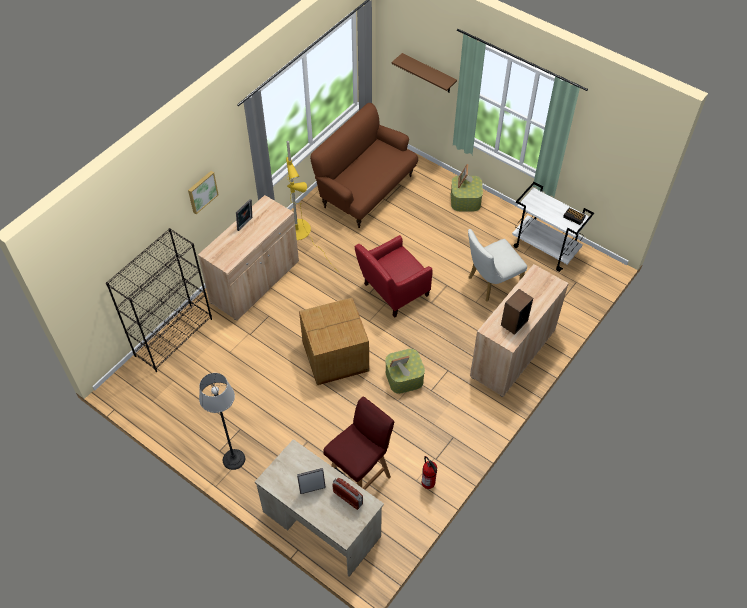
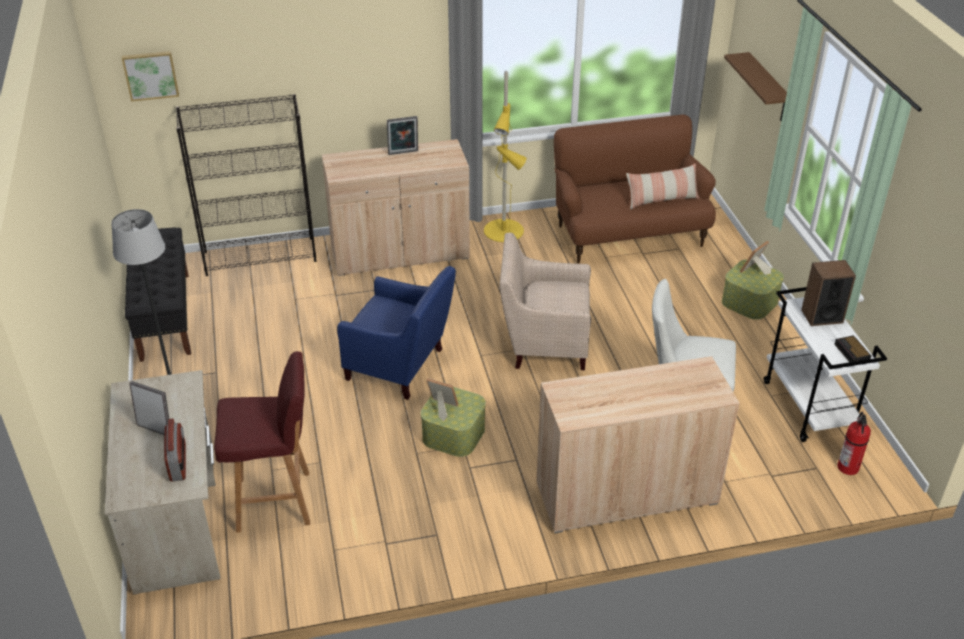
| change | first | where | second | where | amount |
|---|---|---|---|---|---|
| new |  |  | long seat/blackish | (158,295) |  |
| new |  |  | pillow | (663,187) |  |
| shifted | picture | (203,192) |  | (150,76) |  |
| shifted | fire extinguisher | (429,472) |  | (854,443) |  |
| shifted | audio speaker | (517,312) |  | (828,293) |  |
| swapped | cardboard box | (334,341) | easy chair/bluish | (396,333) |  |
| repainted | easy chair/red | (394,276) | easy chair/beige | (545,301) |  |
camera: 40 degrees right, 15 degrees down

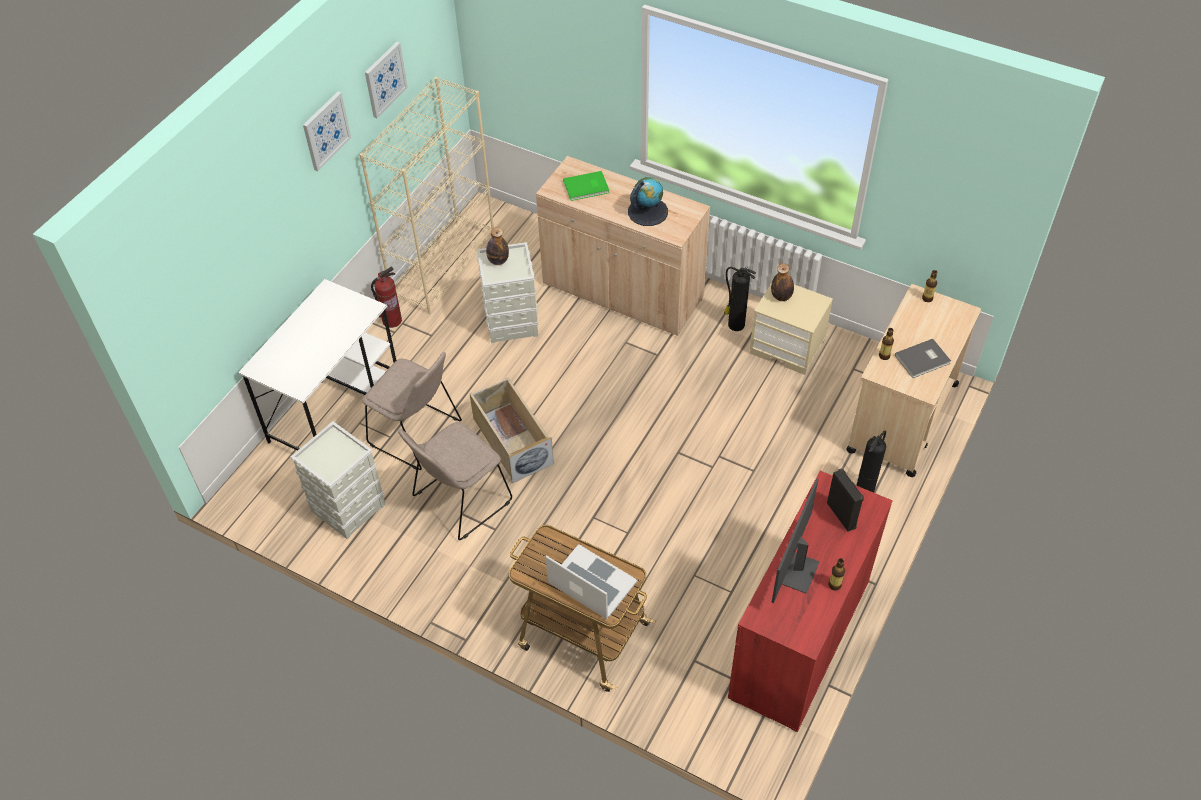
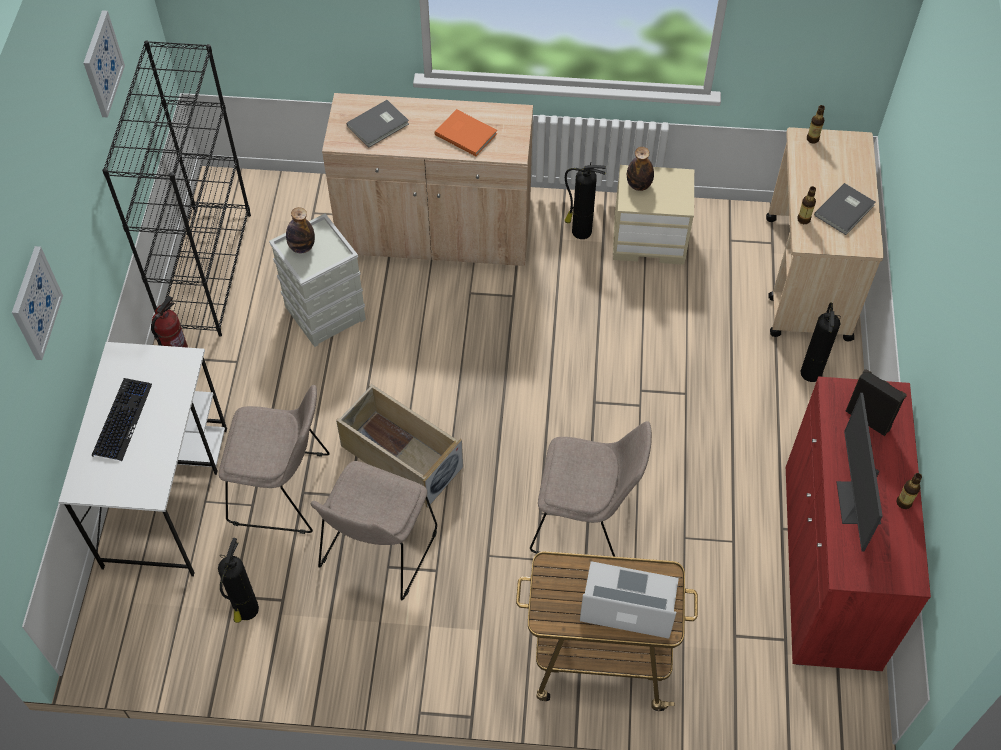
| change | first | where | second | where | amount |
|---|---|---|---|---|---|
| new |  |  | keyboard | (122,419) |  |
| new |  |  | chair/beige | (591,489) |  |
| shifted | picture | (327,131) |  | (37,303) |  |
| swapped | storage bin/greyish | (338,480) | fire extinguisher | (238,580) |  |
| swapped | world globe | (648,201) | bound book/orange | (466,132) |  |
| repainted | bookcase/beige | (426,195) | bookcase/blackish | (176,189) |  |
| repainted | bound book/green-coloured | (586,186) | bound book/greyish | (378,123) |  |
camera: 25 degrees left, 5 degrees up

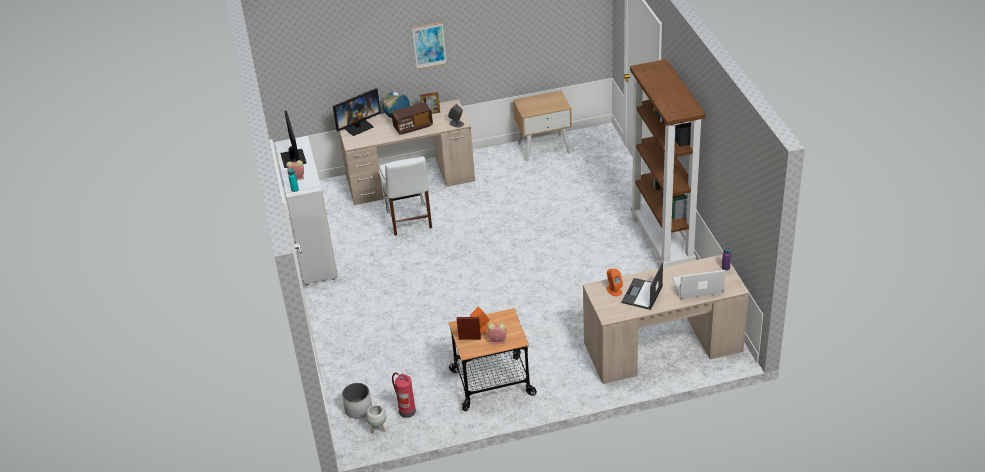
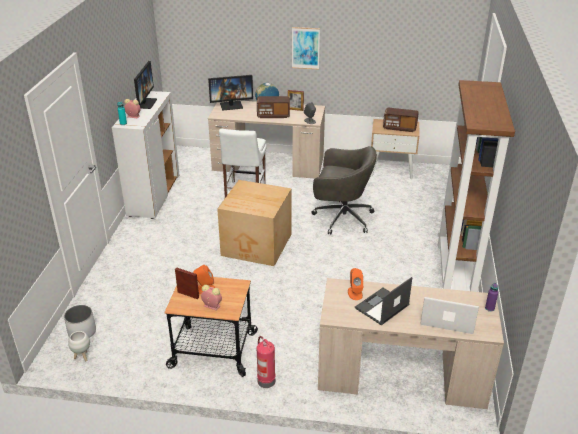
| change | first | where | second | where | amount |
|---|---|---|---|---|---|
| new |  |  | cardboard box | (254,223) |  |
| new |  |  | office chair/greyish | (344,190) |  |
| new |  |  | radio receiver | (401,120) |  |
| shifted | fire extinguisher | (404,395) |  | (266,362) |  |
camera: 20 degrees right, 5 degrees down

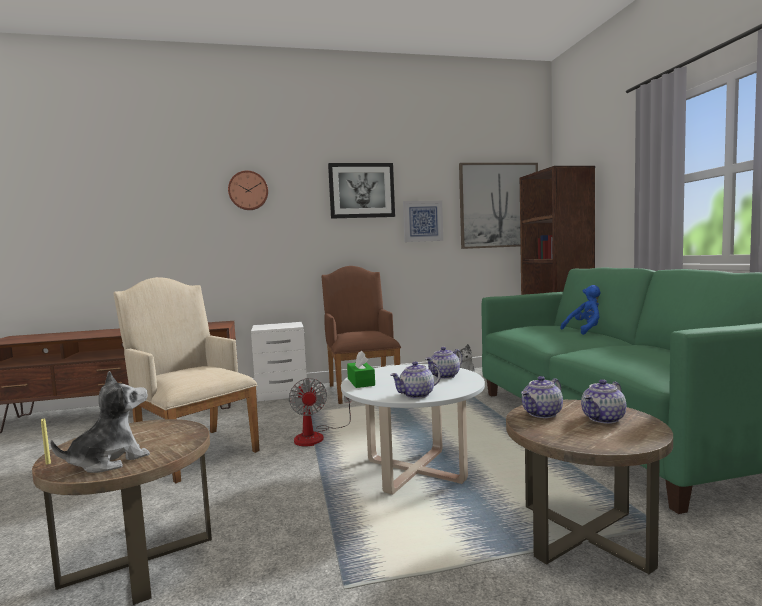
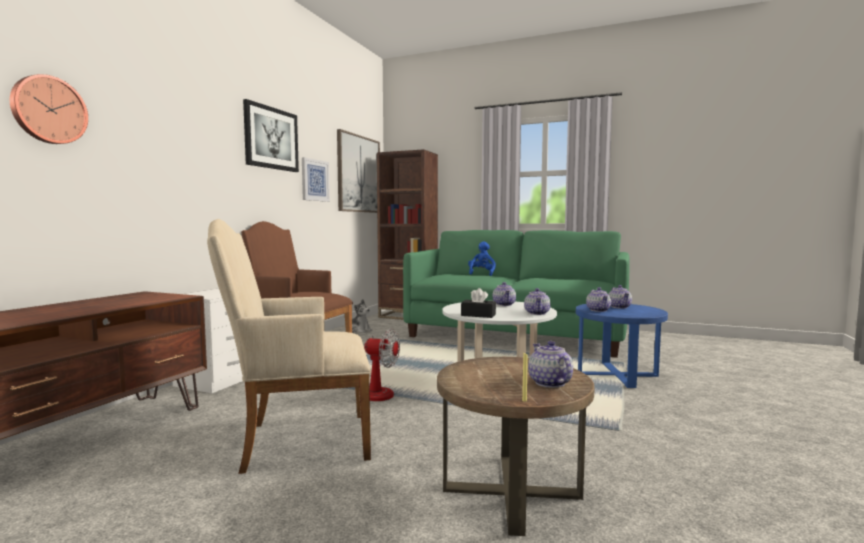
| change | first | where | second | where | amount |
|---|---|---|---|---|---|
| shifted | wall clock | (248,190) |  | (49,109) |  |
| swapped | soft toy | (100,422) | tea pot | (550,364) |  |
| repainted | box of tissues/green-coloured | (361,369) | box of tissues/blackish | (478,303) |  |
| repainted | side table/brownish | (589,487) | side table/bluish | (622,346) |  |
camera: 55 degrees left, 0 degrees up

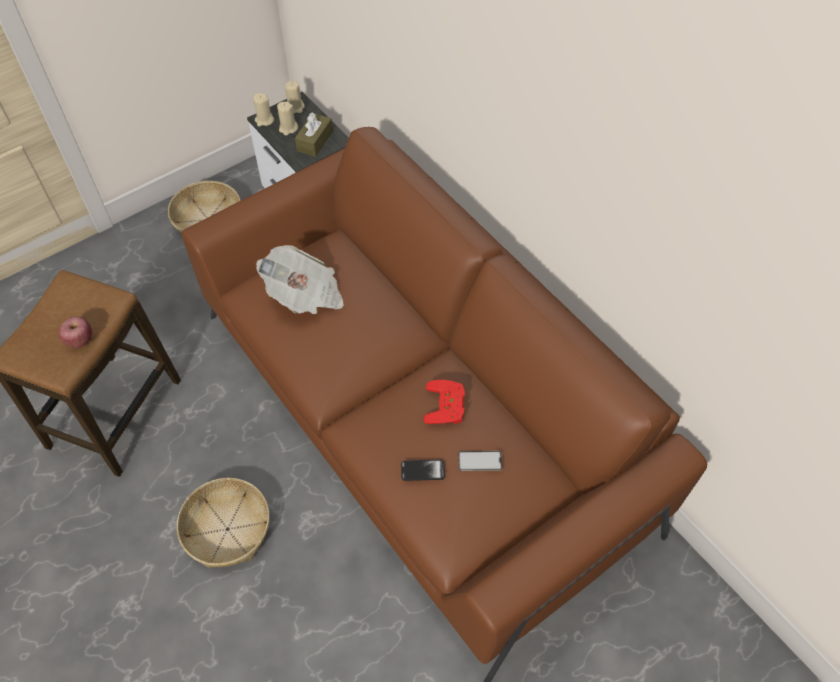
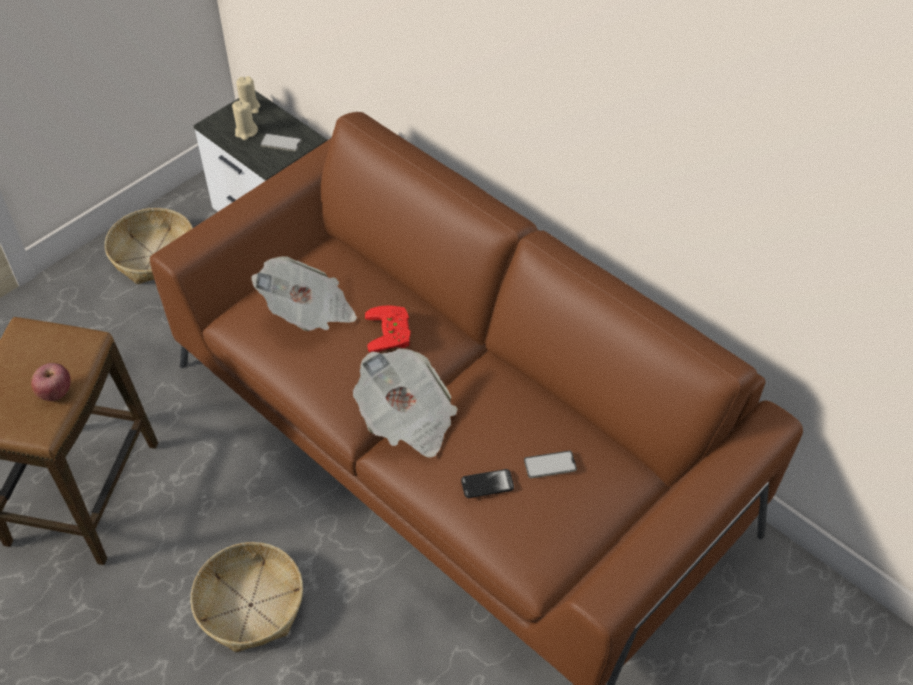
| change | first | where | second | where | amount |
|---|---|---|---|---|---|
| gone | candle/beige | (263,109) |  |  |  |
| new |  |  | daily paper | (405,403) |  |
| shifted | game controller/red | (444,402) |  | (387,329) |  |
| swapped | box of tissues/brownish | (314,134) | phone | (281,142) |  |
camera: 10 degrees left, 5 degrees down

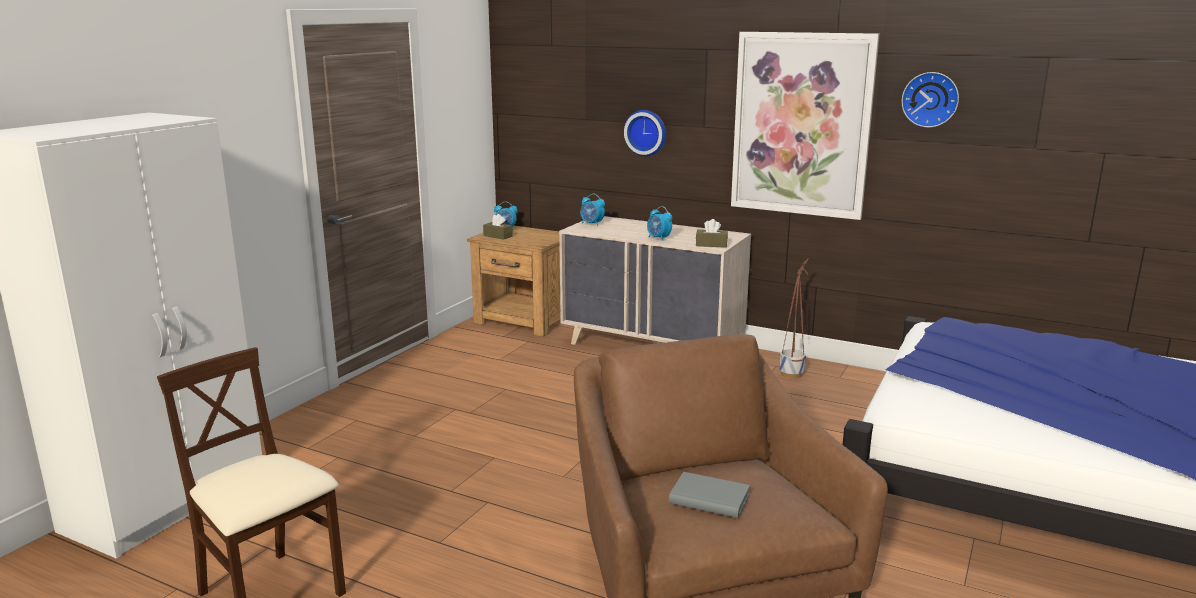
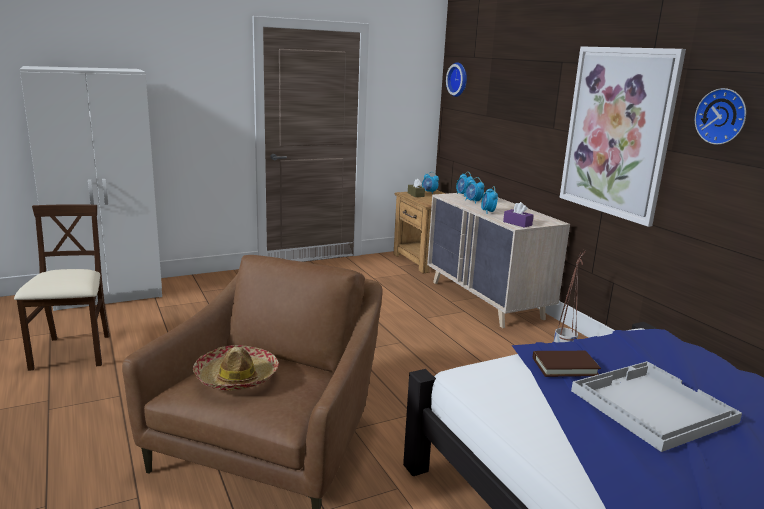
| change | first | where | second | where | amount |
|---|---|---|---|---|---|
| new |  |  | table clock | (474,190) |  |
| new |  |  | bound book/brownish | (567,364) |  |
| new |  |  | tray/whitish | (656,406) |  |
| shifted | wall clock | (645,133) |  | (456,79) |  |
| swapped | bound book/greyish | (709,495) | wearable hat | (236,368) |  |
| repainted | box of tissues/brownish | (712,233) | box of tissues/purple-coloured | (518,215) |  |
camera: 35 degrees right, 0 degrees up

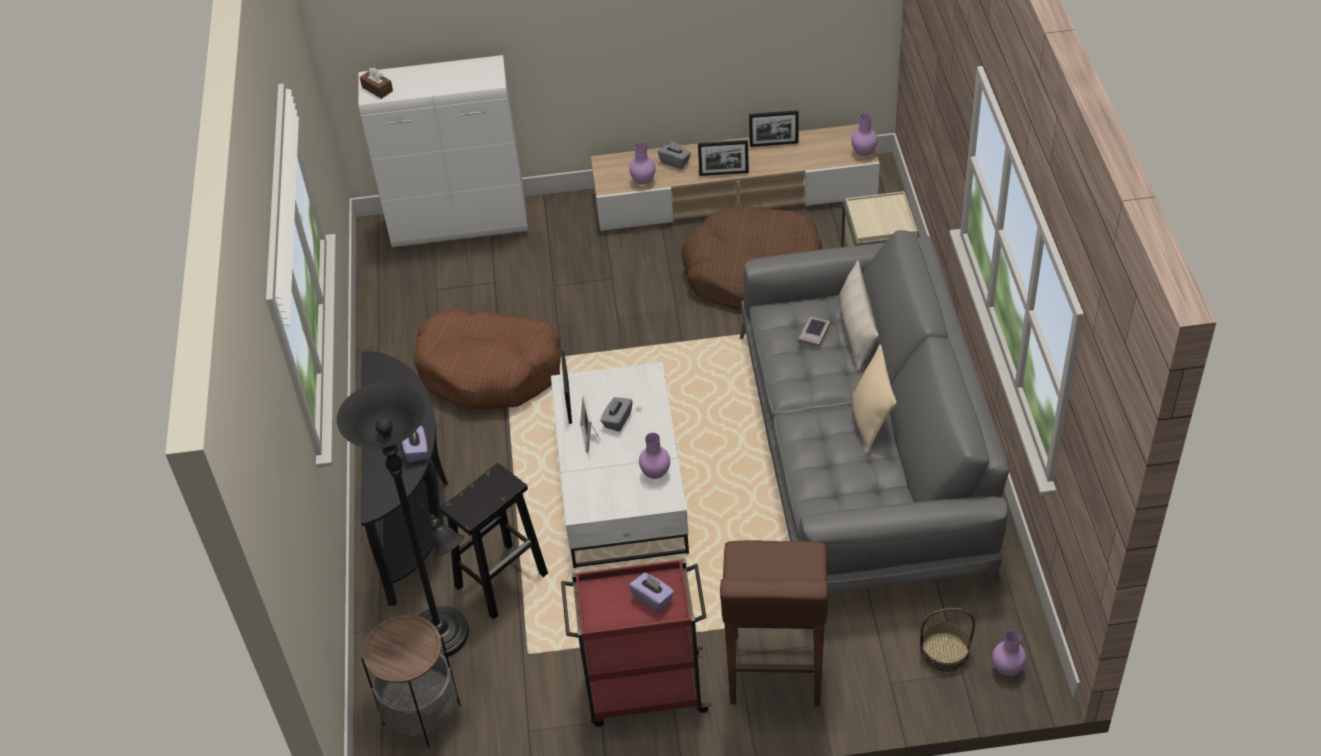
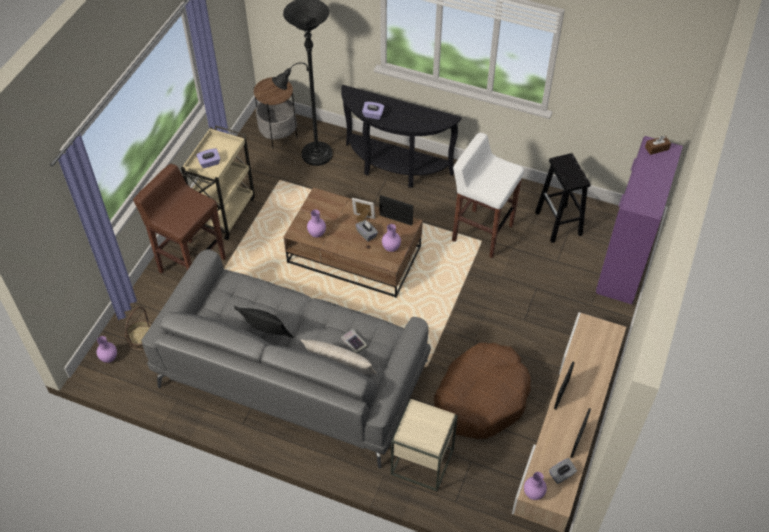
| change | first | where | second | where | amount |
|---|---|---|---|---|---|
| shifted | stool seat/blackish | (494,541) |  | (563,198) |  |
| shifted | flower vase/purple-coloured | (642,163) |  | (391,238) |  |
| shifted | box of tissues/greyish | (674,155) |  | (563,471) |  |
| swapped | dog cushion/brownish | (487,358) | stool seat/whitish | (488,195) |  |
| repainted | cabinet/whitish | (443,151) | cabinet/purple-coloured | (639,220) |  |
| repainted | lounge table/whitish | (620,465) | lounge table/brownish | (353,242) |  |
| repainted | wheeled cart/red | (636,643) | wheeled cart/beige | (218,183) |  |
| repainted | pillow/beige | (874,399) | pillow/blackish | (264,322) |  |
camera: 115 degrees right, 5 degrees up

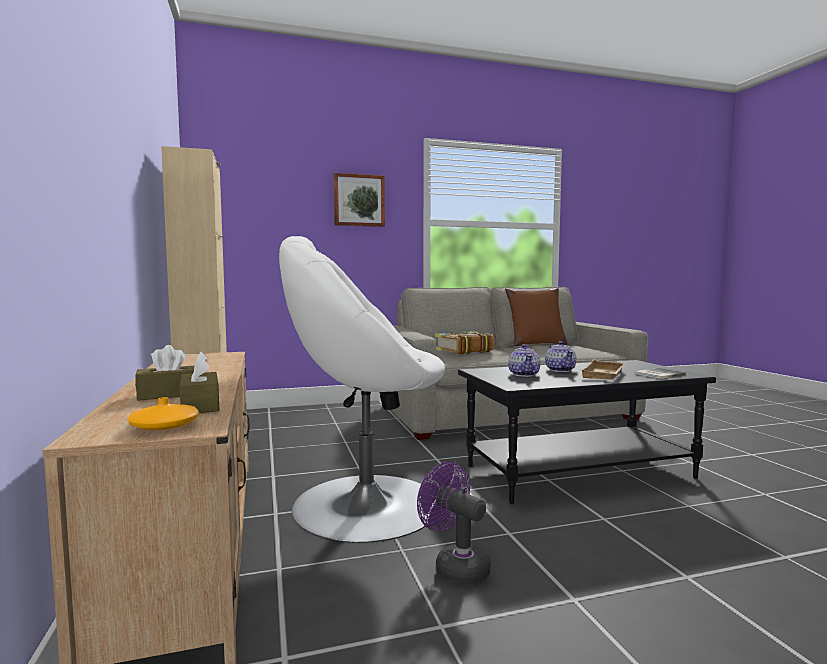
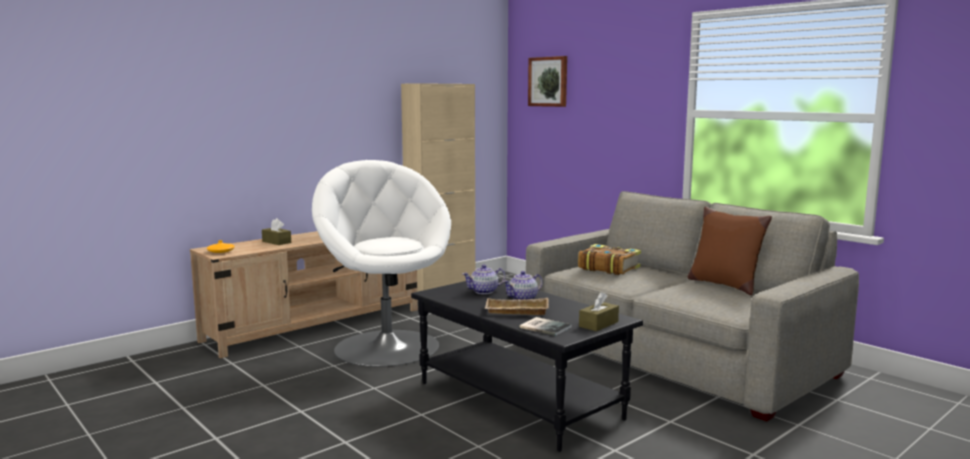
| change | first | where | second | where | amount |
|---|---|---|---|---|---|
| gone | fan/purple-coloured | (453,523) |  |  |  |
| shifted | box of tissues/brownish | (199,382) |  | (599,311) |  |
| shifted | picture | (359,200) |  | (547,81) |  |
camera: 65 degrees right, 5 degrees up

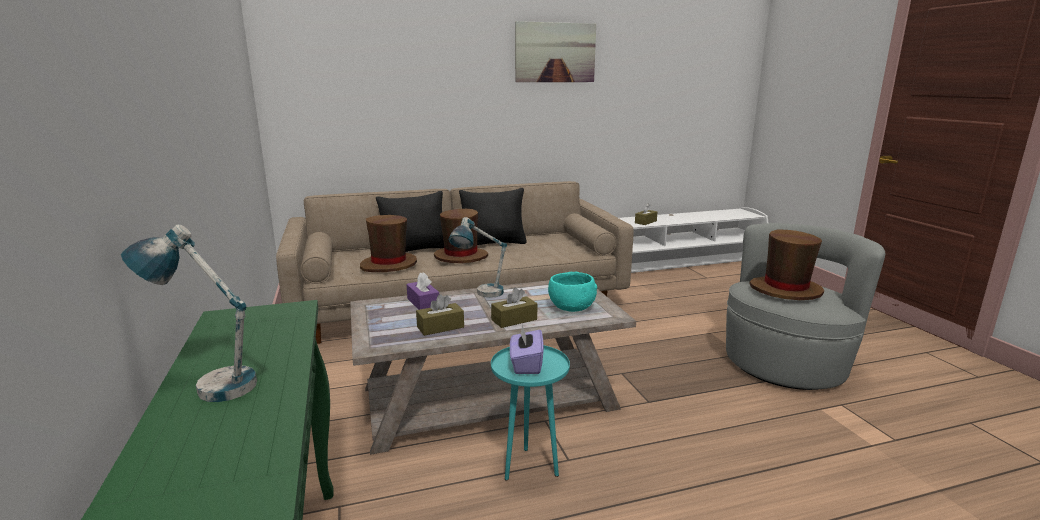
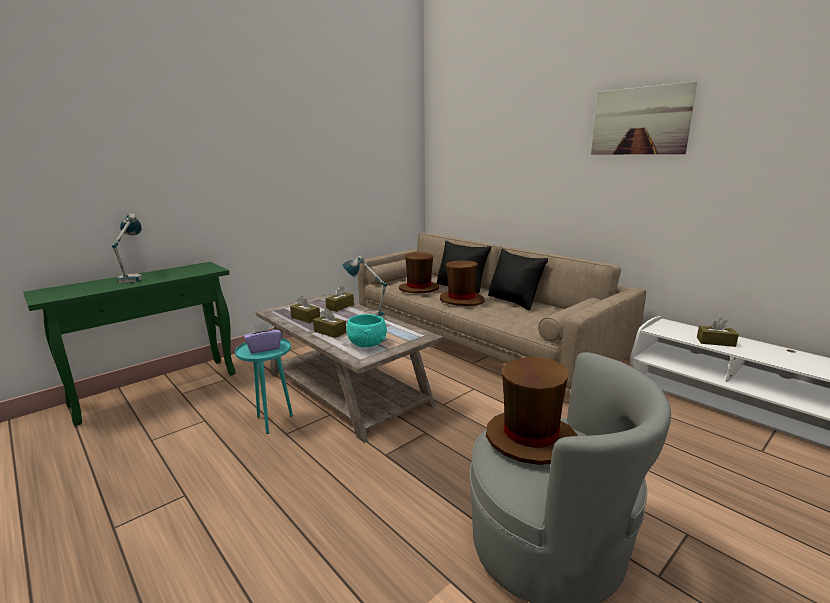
| change | first | where | second | where | amount |
|---|---|---|---|---|---|
| repainted | box of tissues/purple-coloured | (423,291) | box of tissues/brownish | (339,299) |  |
camera: 65 degrees right, 0 degrees up

